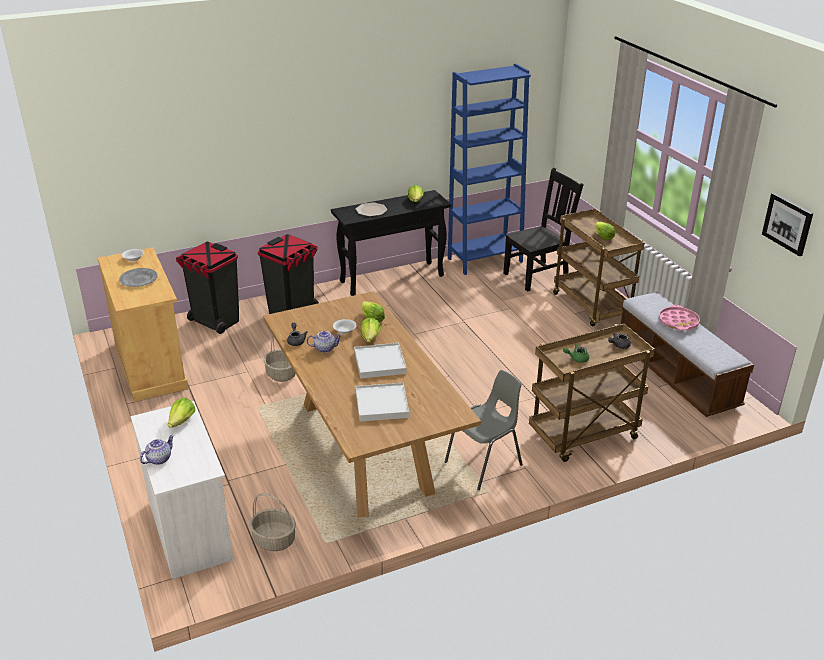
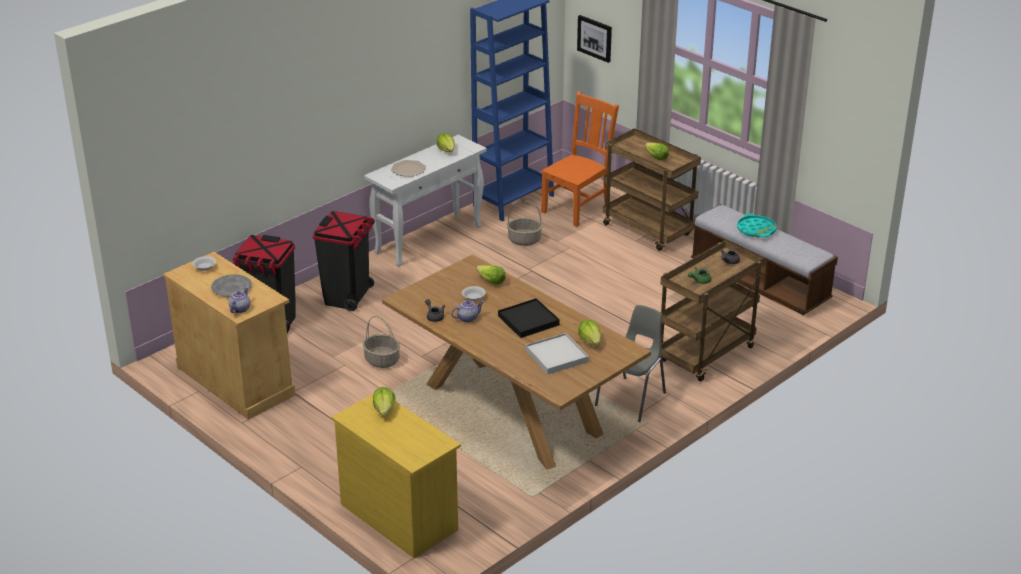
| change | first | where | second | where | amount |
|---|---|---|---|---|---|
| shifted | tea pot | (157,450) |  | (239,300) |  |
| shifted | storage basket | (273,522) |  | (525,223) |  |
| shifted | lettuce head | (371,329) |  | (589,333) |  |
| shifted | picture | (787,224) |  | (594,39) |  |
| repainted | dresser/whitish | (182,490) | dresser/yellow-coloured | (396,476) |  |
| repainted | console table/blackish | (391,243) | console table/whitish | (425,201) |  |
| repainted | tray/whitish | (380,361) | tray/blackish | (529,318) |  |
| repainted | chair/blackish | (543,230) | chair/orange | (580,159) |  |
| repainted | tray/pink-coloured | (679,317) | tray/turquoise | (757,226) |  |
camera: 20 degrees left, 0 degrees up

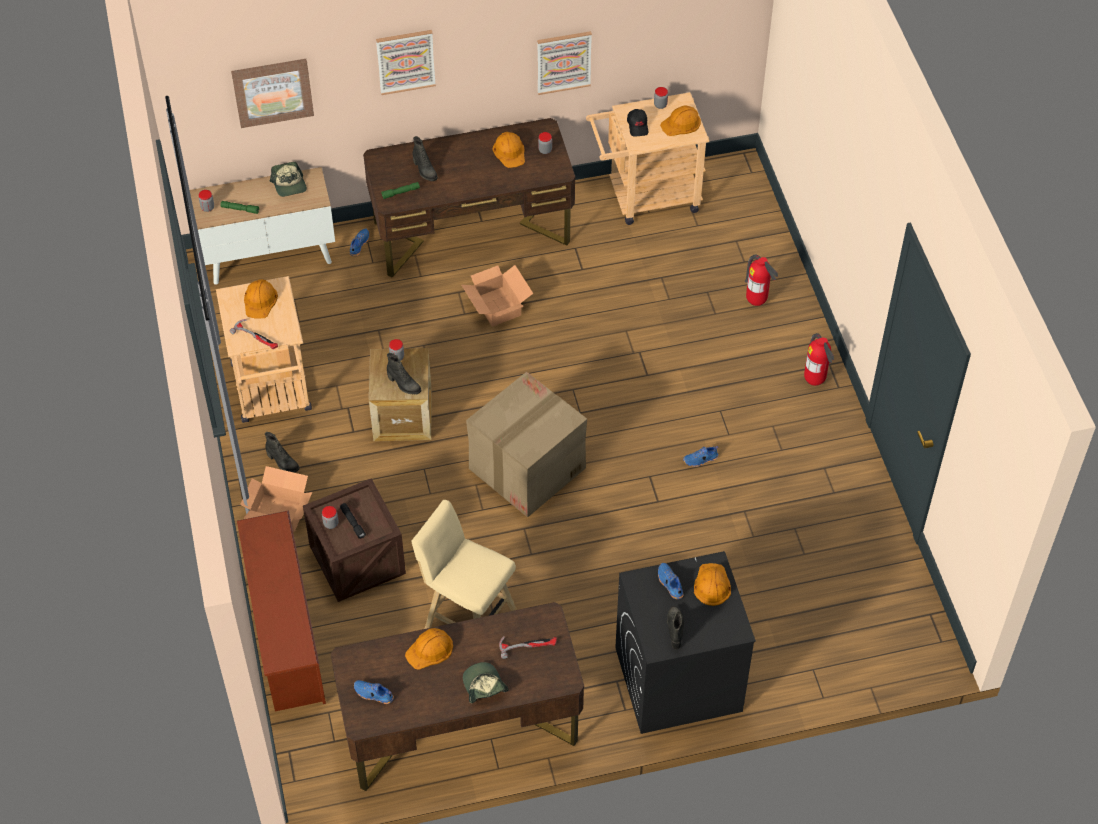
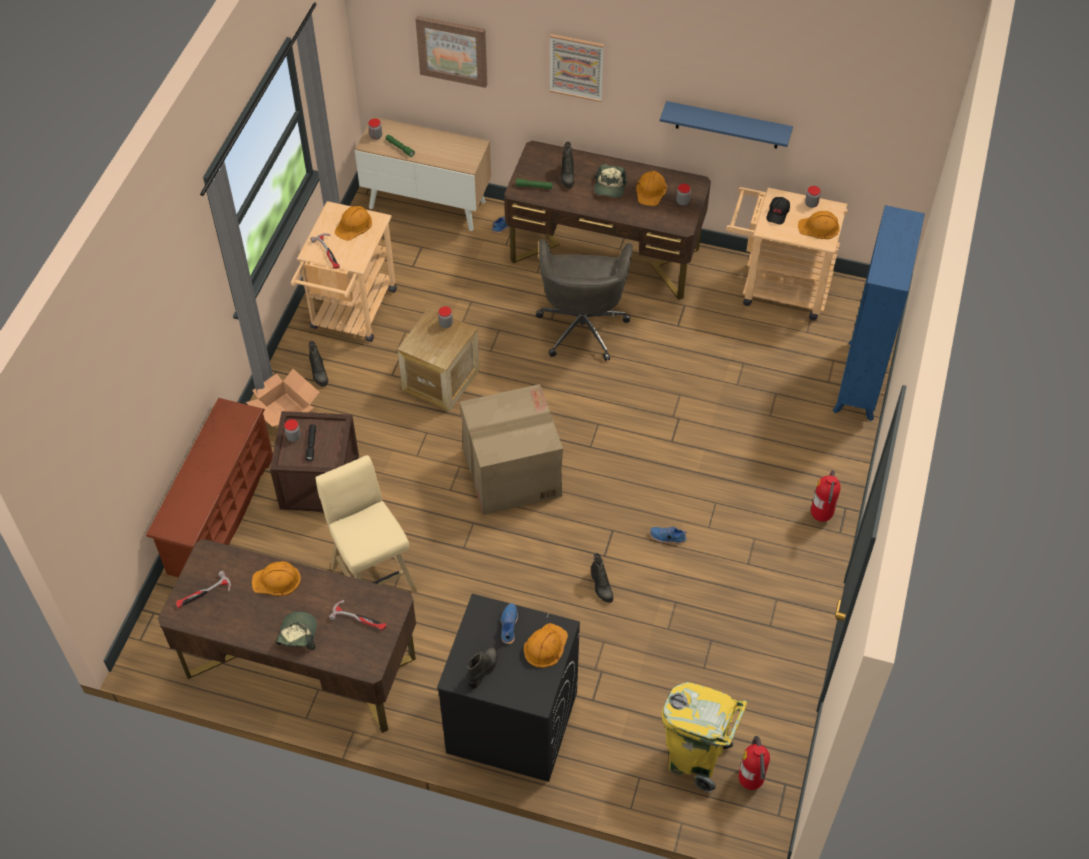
| change | first | where | second | where | amount |
|---|---|---|---|---|---|
| new |  |  | trash can/yellow-coloured | (705,737) |  |
| new |  |  | bookcase/bluish | (879,313) |  |
| shifted | peaked cap | (288,179) |  | (610,181) |  |
| shifted | boot/blackish | (404,374) |  | (602,578) |  |
| shifted | fire extinguisher | (761,280) |  | (754,763) |  |
| swapped | item of footwear/bluish | (374,692) | hammer | (203,590) |  |
| swapped | cardboard box | (497,296) | office chair/greyish | (584,300) |  |
| swapped | picture | (564,63) | bracket shelf/bluish | (726,125) |  |
camera: 30 degrees right, 0 degrees up

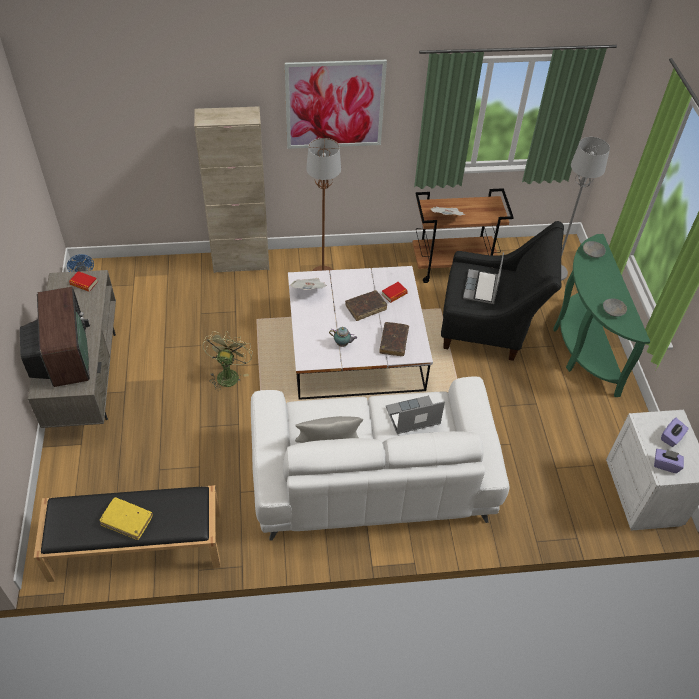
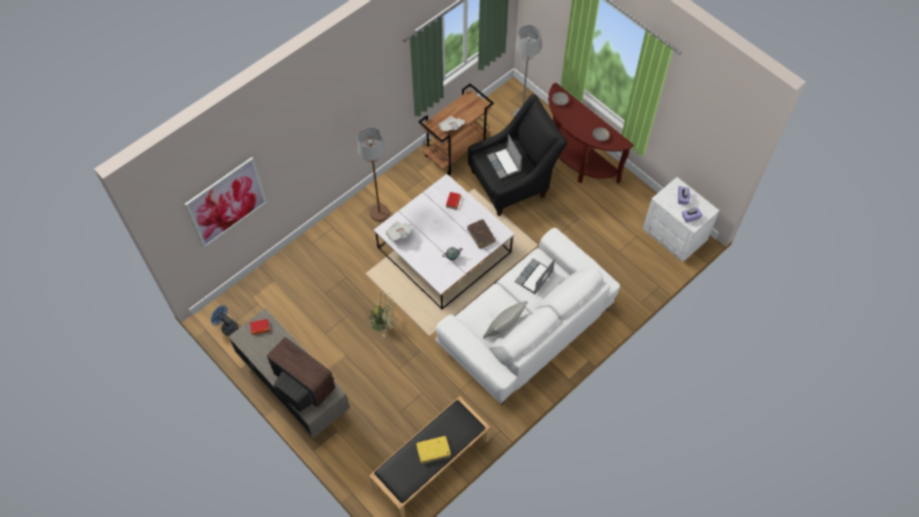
| change | first | where | second | where | amount |
|---|---|---|---|---|---|
| gone | cabinet/beige | (231,189) |  |  |  |
| gone | bound book/brownish | (366,305) |  |  |  |
| shifted | picture | (336,104) |  | (226,202) |  |
| repainted | console table/green-coloured | (601,315) | console table/brownish | (591,133) |  |
| rotated | fan/green-coloured | (228,361) |  | (380,315) | 120 degrees clockwise |
camera: 35 degrees left, 10 degrees up

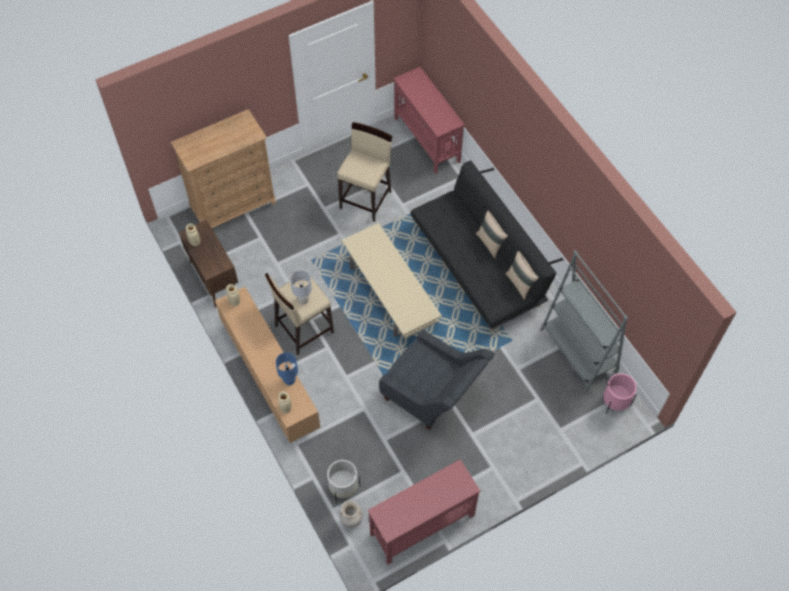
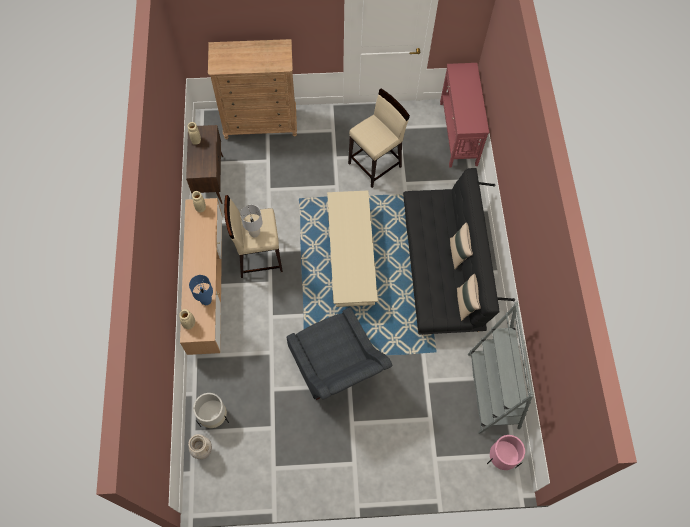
| change | first | where | second | where | amount |
|---|---|---|---|---|---|
| gone | console table/red | (424,511) |  |  |  |
camera: 25 degrees right, 5 degrees up

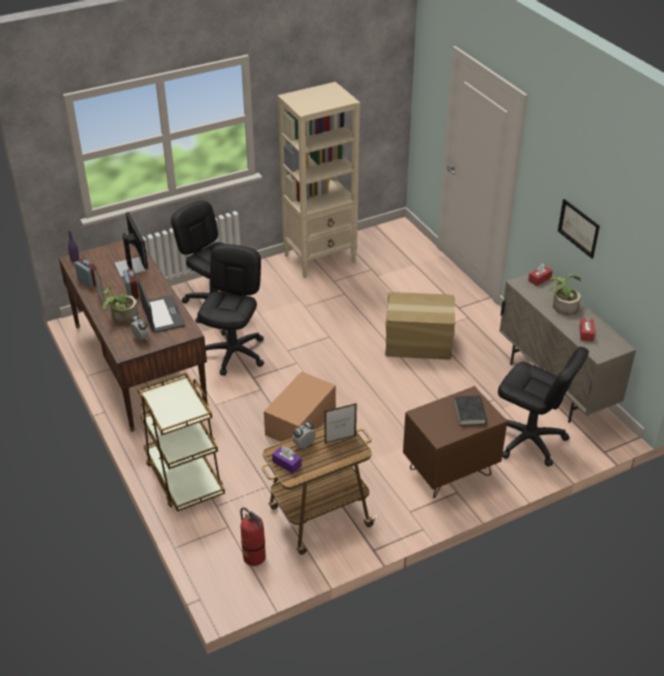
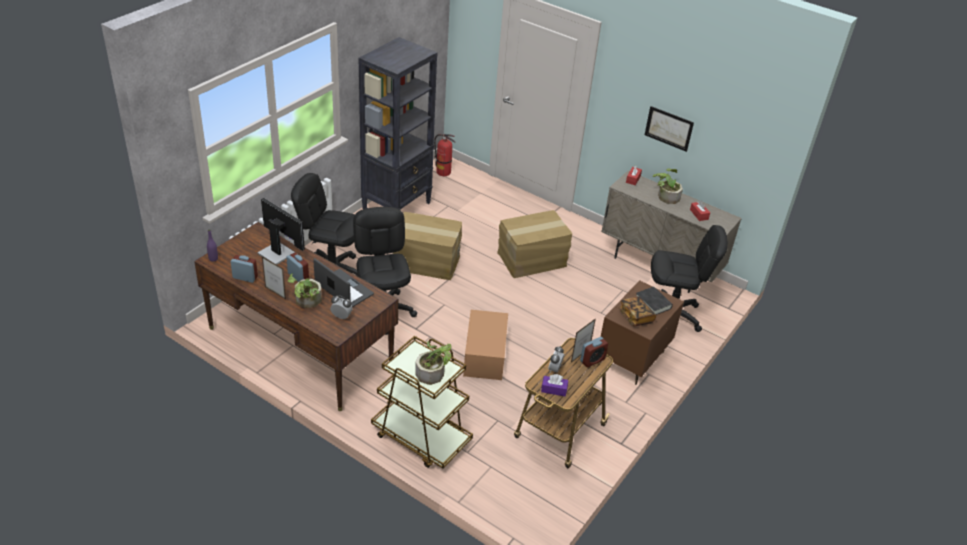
| change | first | where | second | where | amount |
|---|---|---|---|---|---|
| new |  |  | cardboard box | (427,246) |  |
| new |  |  | plant in a pot | (433,363) |  |
| new |  |  | table clock | (594,352) |  |
| new |  |  | bound book | (637,311) |  |
| shifted | fire extinguisher | (253,536) |  | (444,155) |  |
| repainted | bookcase/beige | (318,180) | bookcase/blackish | (398,123) |  |
camera: 30 degrees left, 0 degrees up

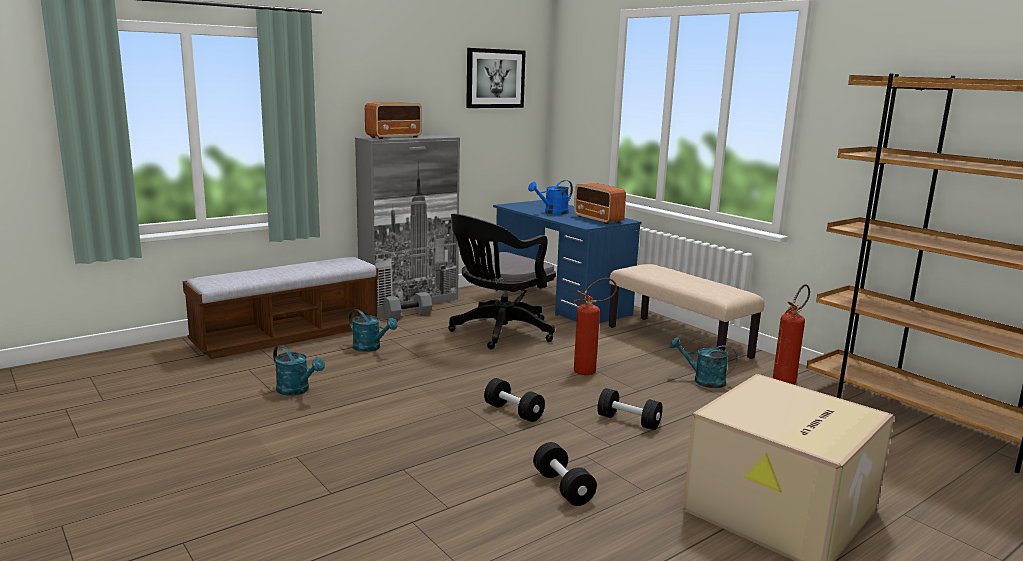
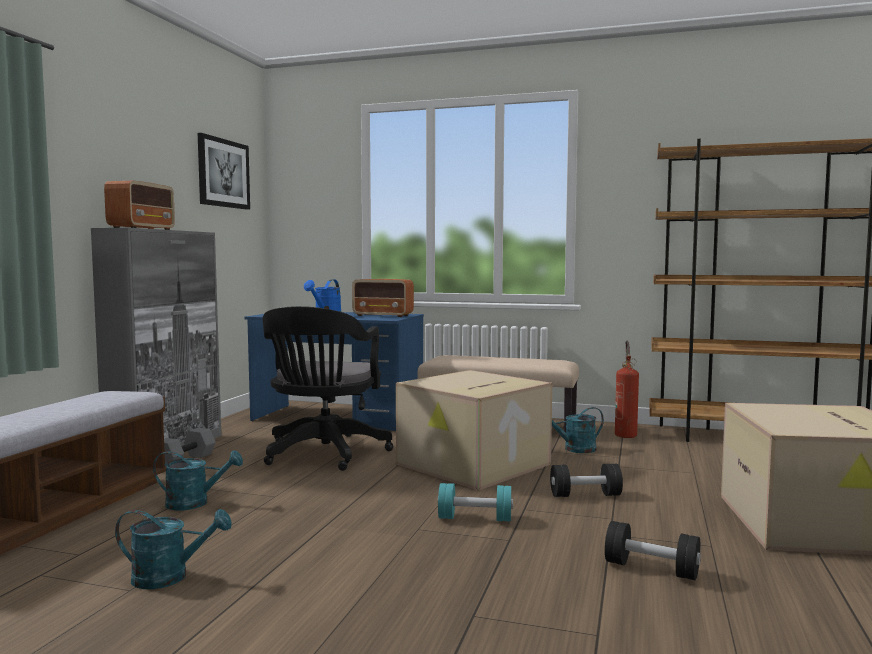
| change | first | where | second | where | amount |
|---|---|---|---|---|---|
| swapped | fire extinguisher | (595,326) | cardboard box | (474,430) |  |
| repainted | hand weight/blackish | (514,400) | hand weight/turquoise | (475,502) |  |
camera: 35 degrees left, 10 degrees down

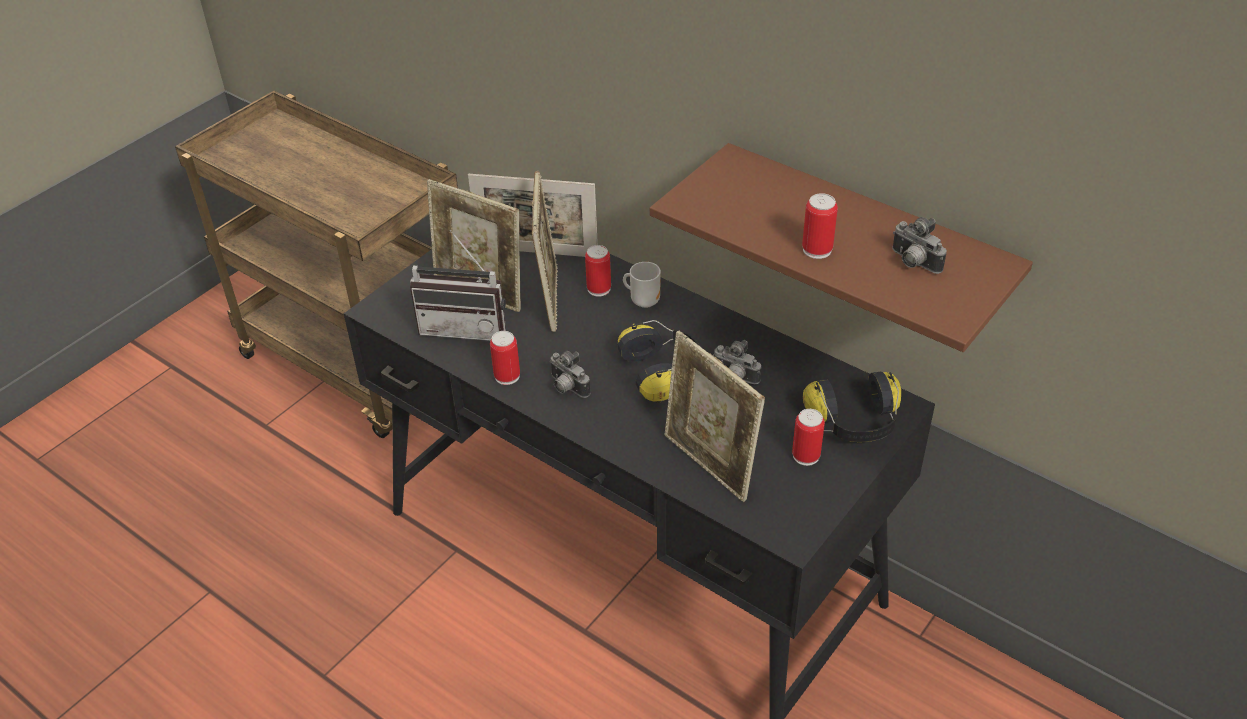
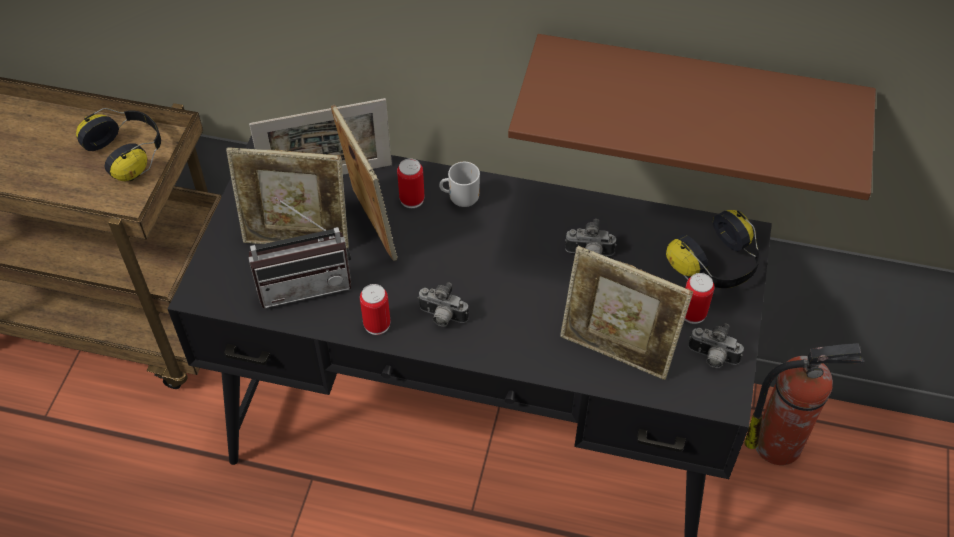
| change | first | where | second | where | amount |
|---|---|---|---|---|---|
| gone | sealed can | (820,226) |  |  |  |
| new |  |  | fire extinguisher | (804,404) |  |
| shifted | pair of headphones | (659,361) |  | (118,144) |  |
| shifted | still camera | (919,245) |  | (716,345) |  |
camera: 25 degrees left, 10 degrees up

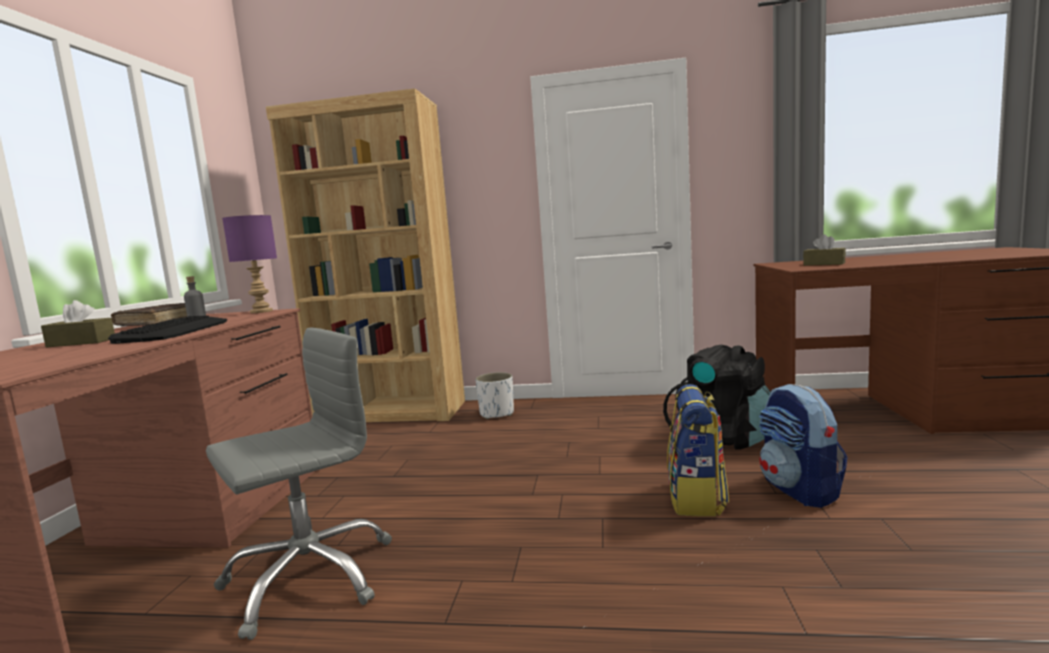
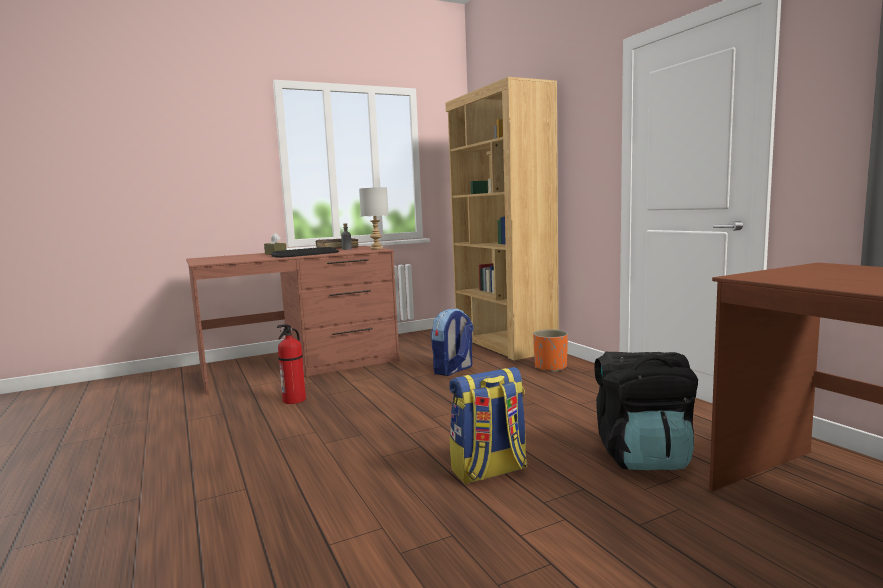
| change | first | where | second | where | amount |
|---|---|---|---|---|---|
| gone | box of tissues/brownish | (824,250) |  |  |  |
| shifted | rucksack | (803,446) |  | (452,342) |  |
| swapped | office chair/greyish | (299,483) | fire extinguisher | (291,364) |  |
| repainted | tabletop lamp/purple-coloured | (249,264) | tabletop lamp/greyish | (374,218) |  |
| repainted | flower pot/whitish | (494,395) | flower pot/orange | (550,350) |  |
camera: 55 degrees right, 0 degrees up

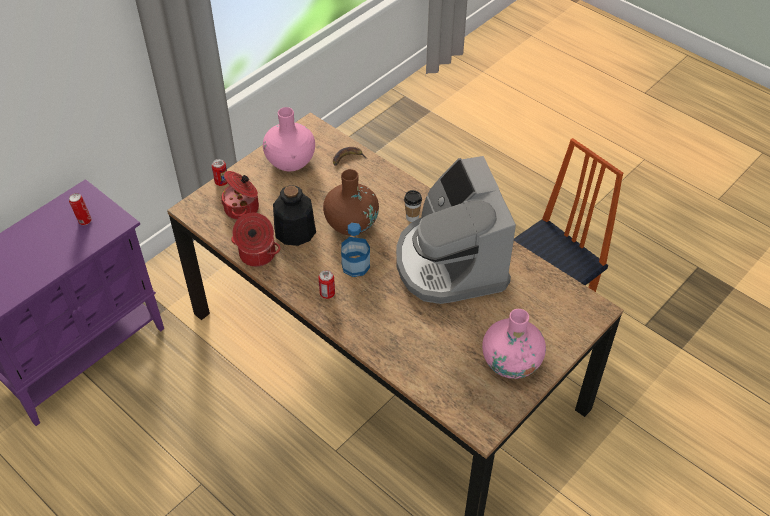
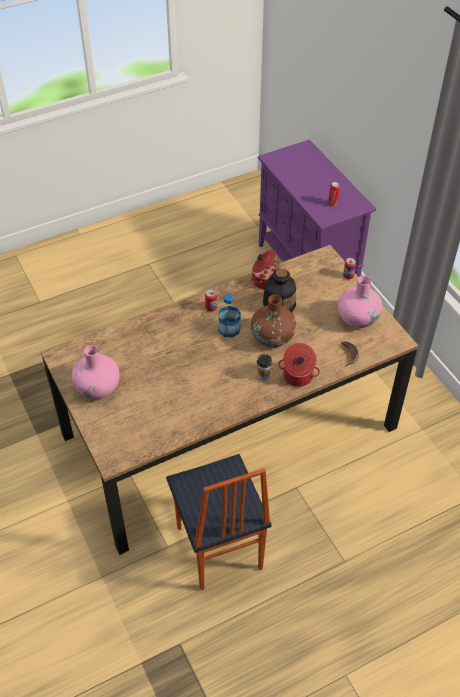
| change | first | where | second | where | amount |
|---|---|---|---|---|---|
| gone | coffee maker | (456,230) |  |  |  |
| shifted | cooking pot | (240,195) |  | (299,365) |  |
camera: 110 degrees right, 0 degrees up

